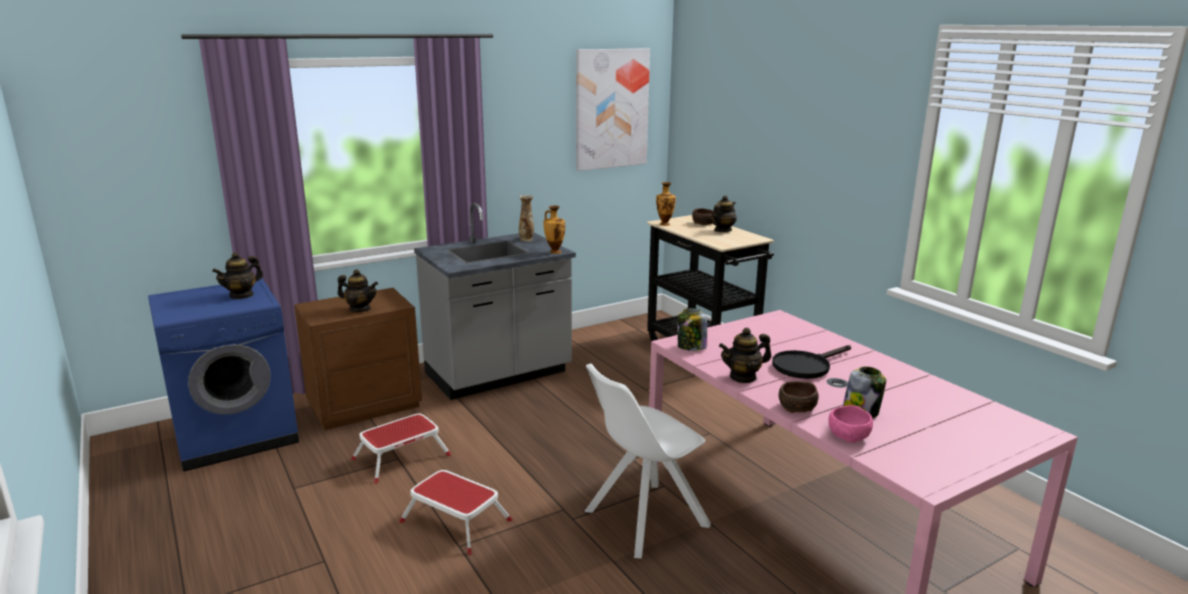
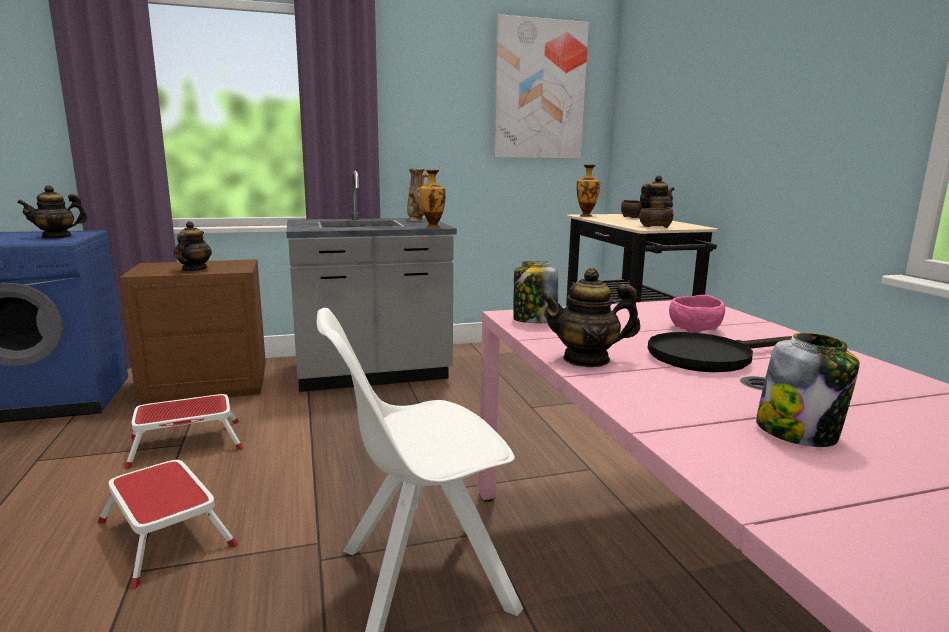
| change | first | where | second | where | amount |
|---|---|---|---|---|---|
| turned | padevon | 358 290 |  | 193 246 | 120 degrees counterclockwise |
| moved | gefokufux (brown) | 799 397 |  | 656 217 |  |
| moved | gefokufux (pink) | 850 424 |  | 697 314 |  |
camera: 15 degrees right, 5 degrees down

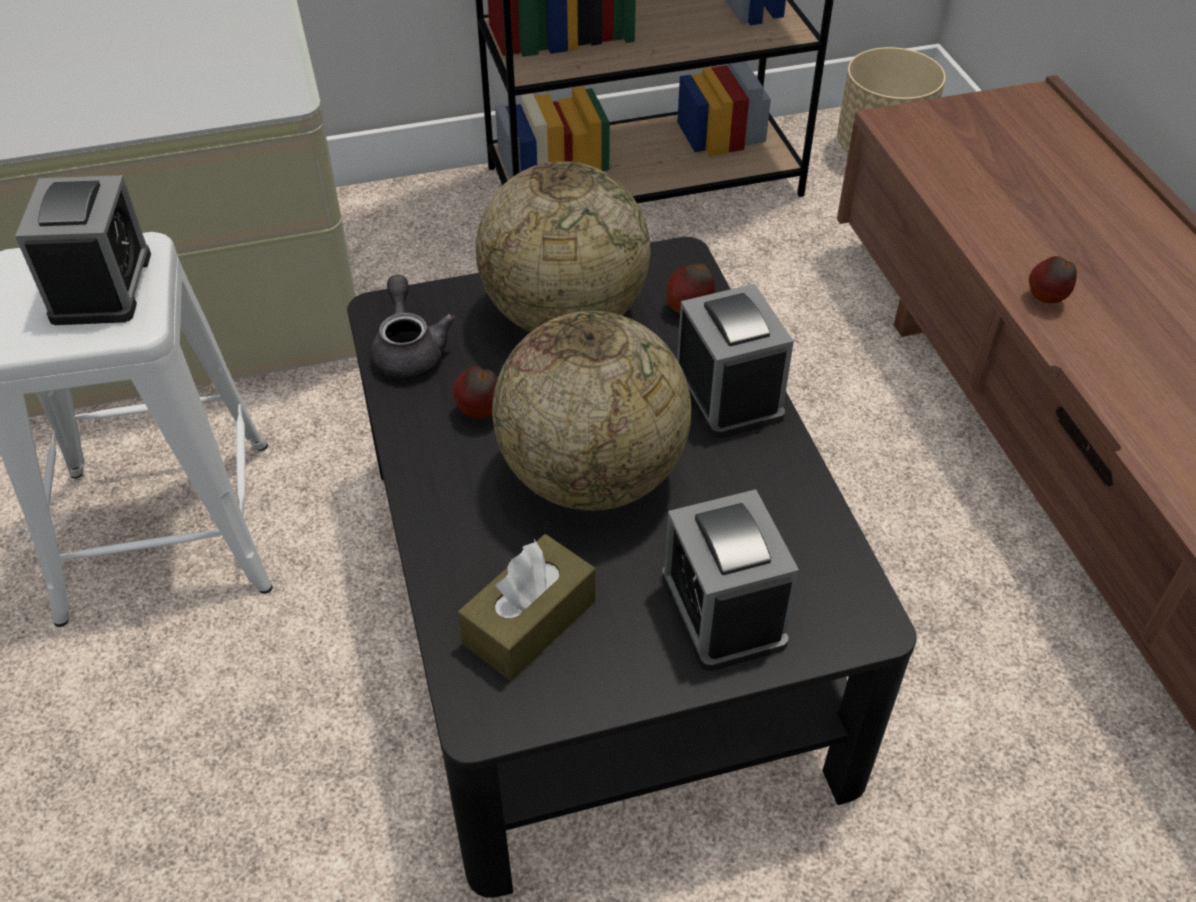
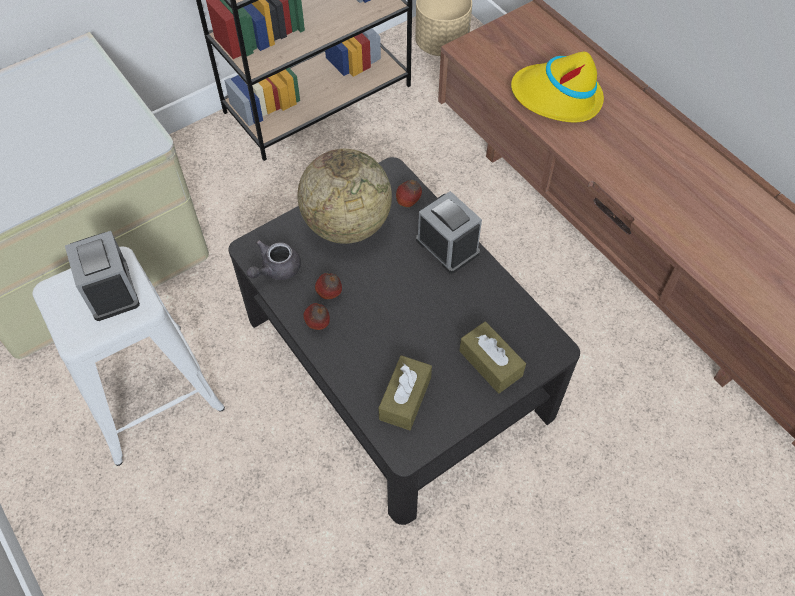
| change | first | where | second | where | amount |
|---|---|---|---|---|---|
| turned | padevon (grey) | 413 327 |  | 274 260 | 105 degrees counterclockwise |
| removed | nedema | 591 411 |  |  |  |
| replaced | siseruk | 730 580 | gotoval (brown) | 492 357 |  |
| moved | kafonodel | 1053 279 |  | 316 316 |  |
| added |  |  | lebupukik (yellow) | 557 87 |  |
camera: 20 degrees left, 10 degrees up

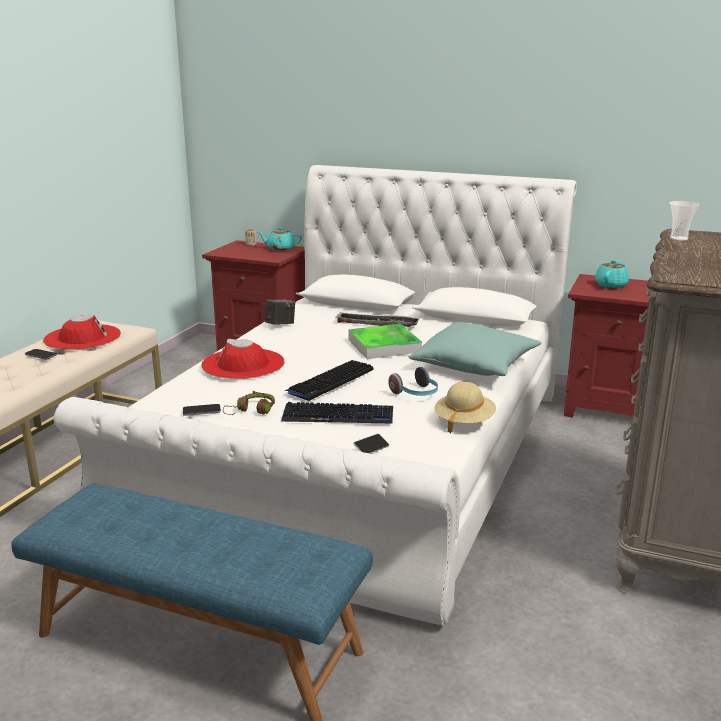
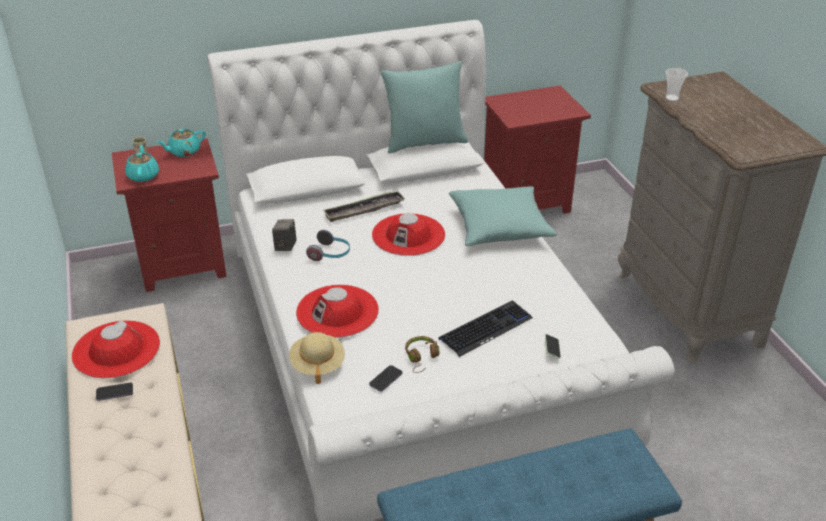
| change | first | where | second | where | amount |
|---|---|---|---|---|---|
| removed | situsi | 329 380 |  |  |  |
| replaced | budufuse | 385 341 | lebupukik (red) | 408 234 |  |
| moved | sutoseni | 413 381 |  | 328 245 |  |
| moved | lebupukik (beige) | 465 408 |  | 317 358 |  |
| moved | padevon (turquoise) | 612 274 |  | 142 163 |  |
| added |  |  | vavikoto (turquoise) | 424 107 |  |
camera: 40 degrees left, 15 degrees up

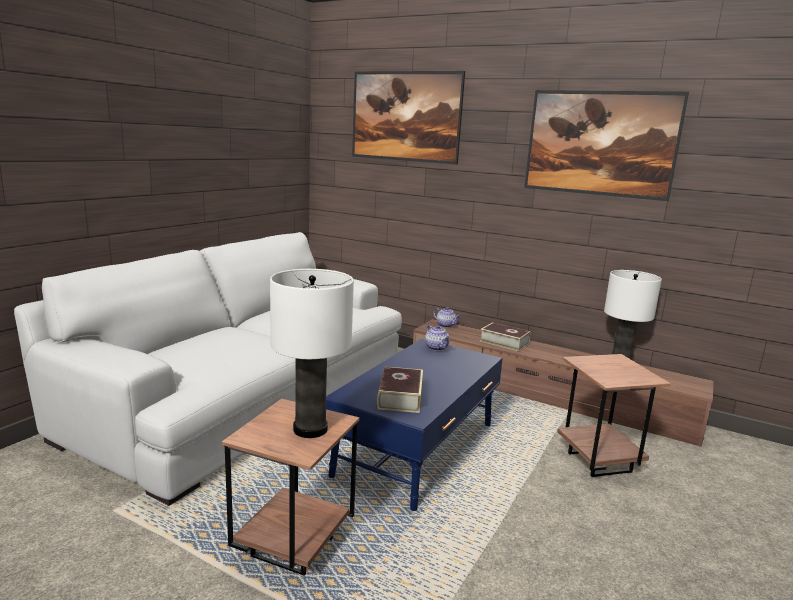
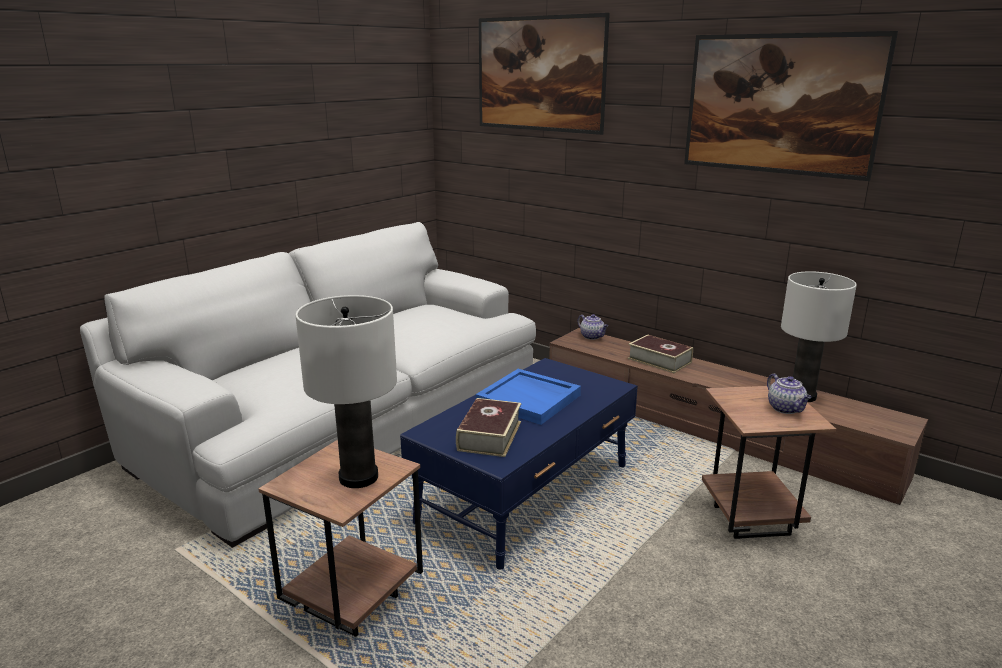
| change | first | where | second | where | amount |
|---|---|---|---|---|---|
| moved | padevon | 437 338 |  | 789 394 |  |
| added |  |  | budufuse (blue) | 528 397 |  |
camera: 10 degrees right, 5 degrees up

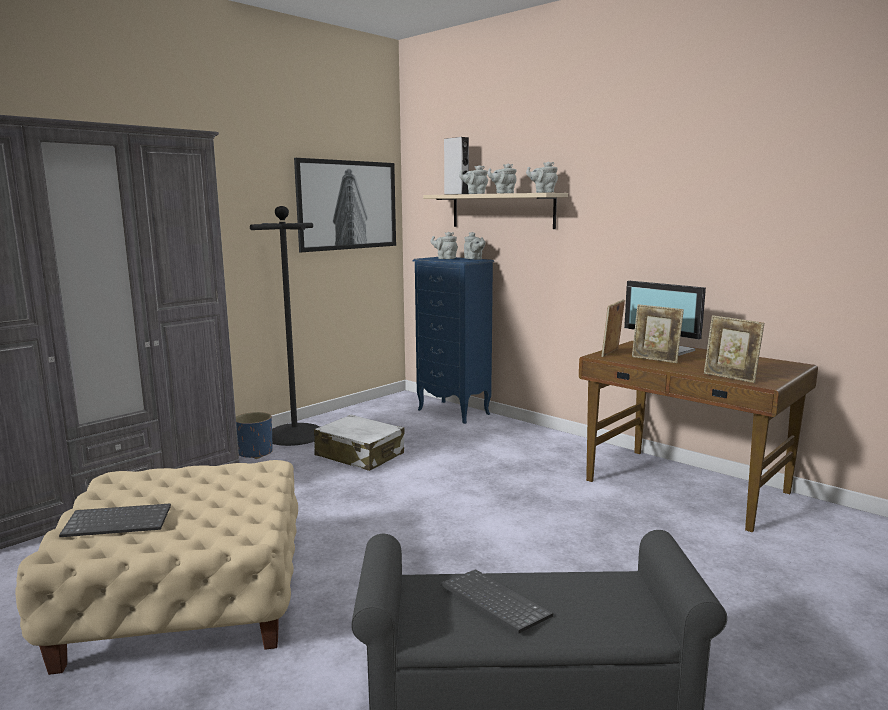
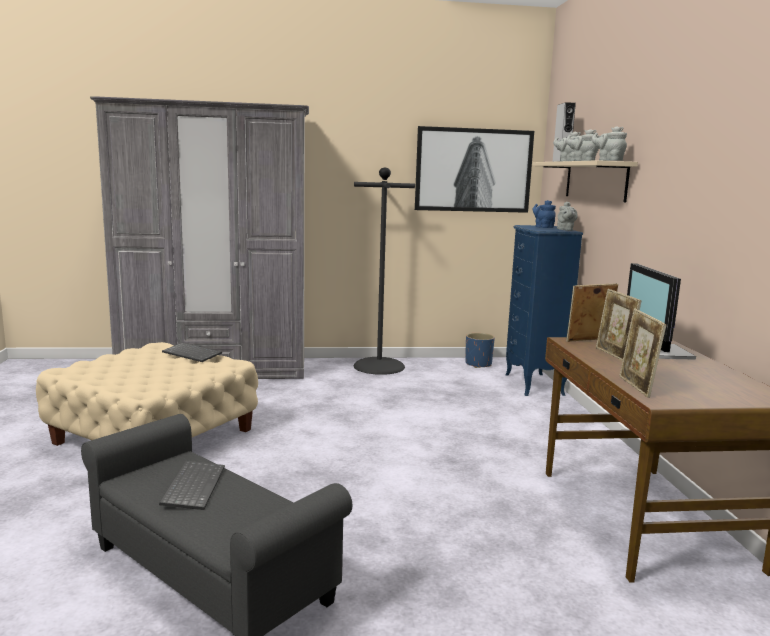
| change | first | where | second | where | amount |
|---|---|---|---|---|---|
| moved | situsi | 115 520 |  | 192 352 |  |
| moved | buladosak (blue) | 254 435 |  | 480 350 |  |
| removed | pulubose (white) | 359 442 |  |  |  |
| recoloured | padevon (grey) | 444 245 | padevon (blue) | 544 214 |  |
camera: 40 degrees right, 0 degrees up

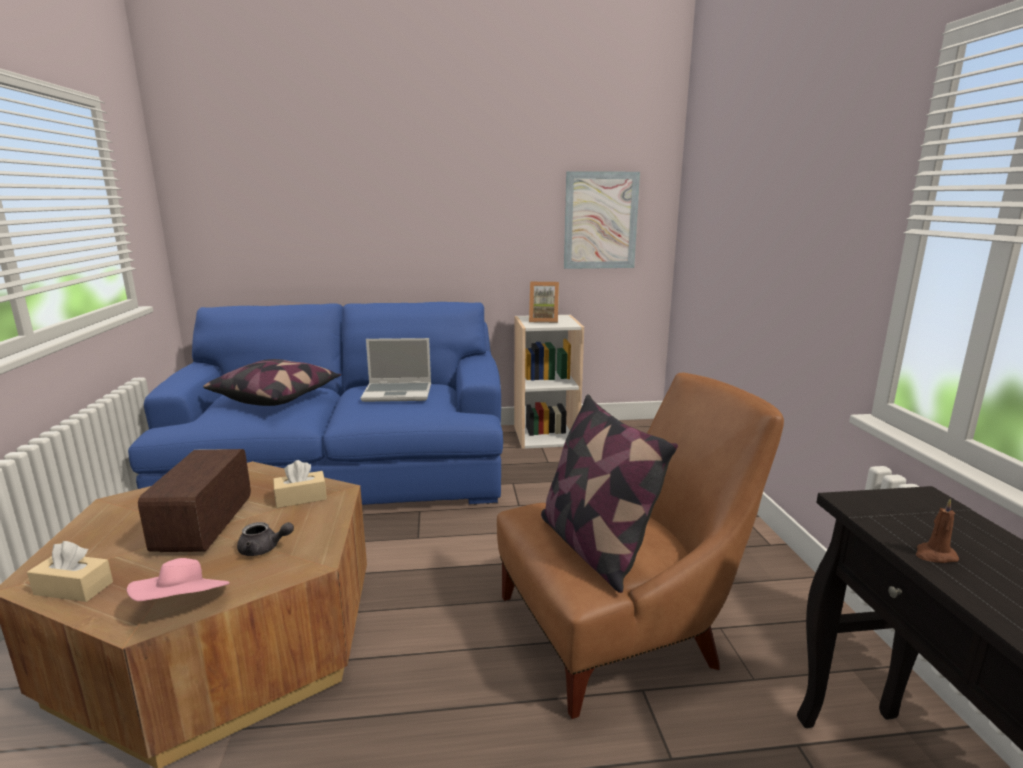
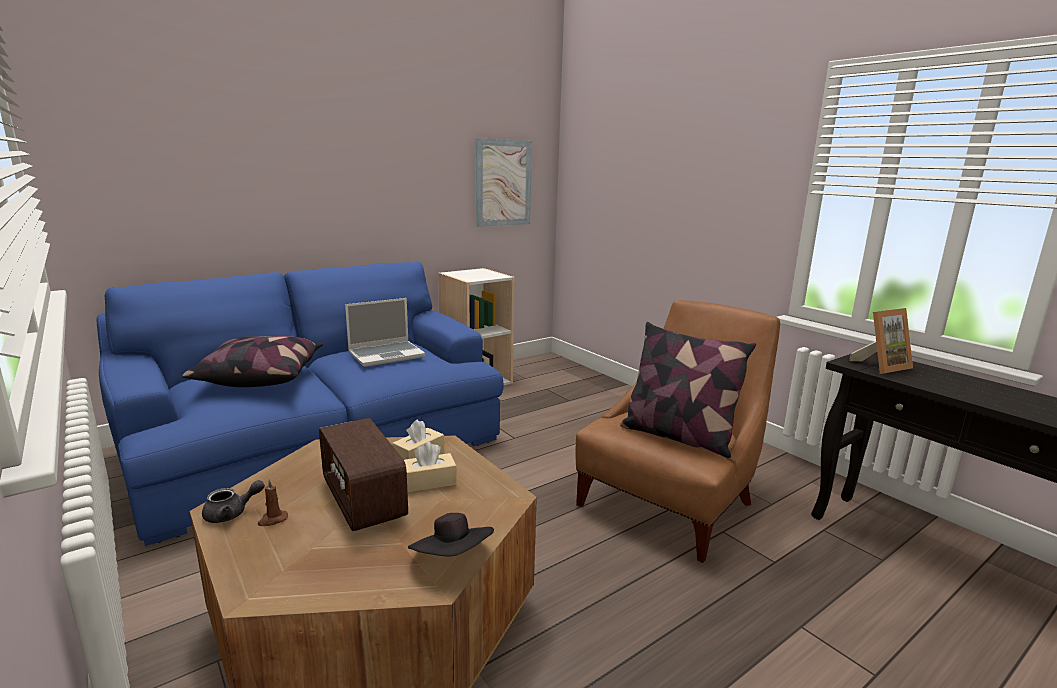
| change | first | where | second | where | amount |
|---|---|---|---|---|---|
| moved | gotoval (beige) | 70 571 |  | 430 467 |  |
| recoloured | lebupukik (pink) | 178 579 | lebupukik (black) | 451 534 |  |
| moved | padevon (grey) | 265 539 |  | 233 501 |  |
| moved | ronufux | 544 302 |  | 881 340 |  |
| moved | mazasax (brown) | 937 531 |  | 273 502 |  |
camera: 30 degrees left, 0 degrees up

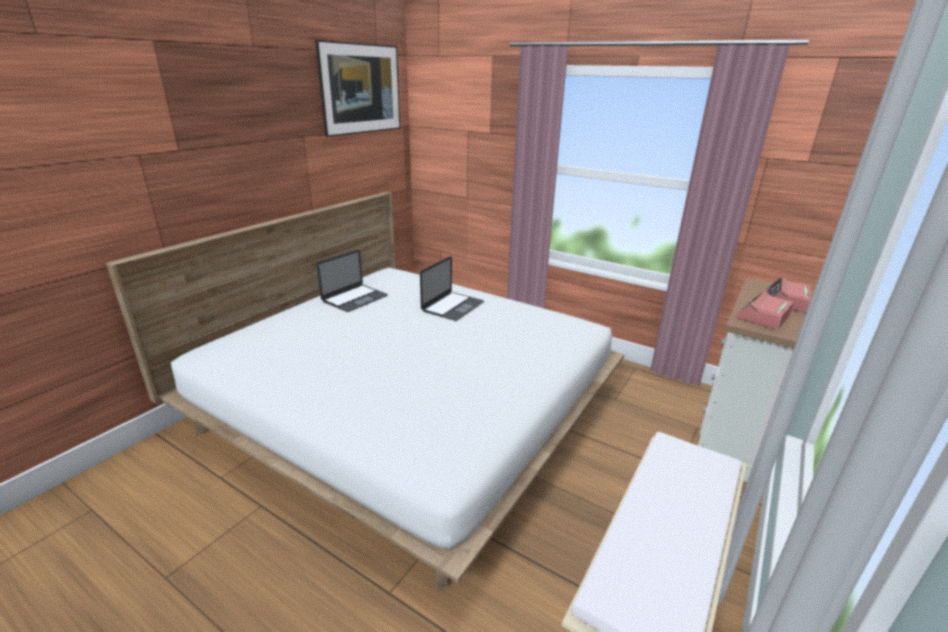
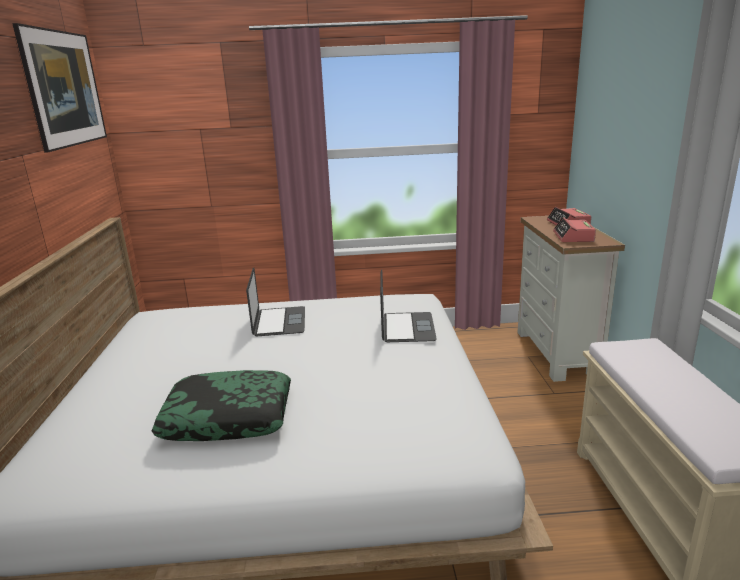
| change | first | where | second | where | amount |
|---|---|---|---|---|---|
| moved | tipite | 352 281 |  | 408 306 |  |
| added |  |  | vavikoto | 221 405 |  |
camera: 35 degrees left, 5 degrees down

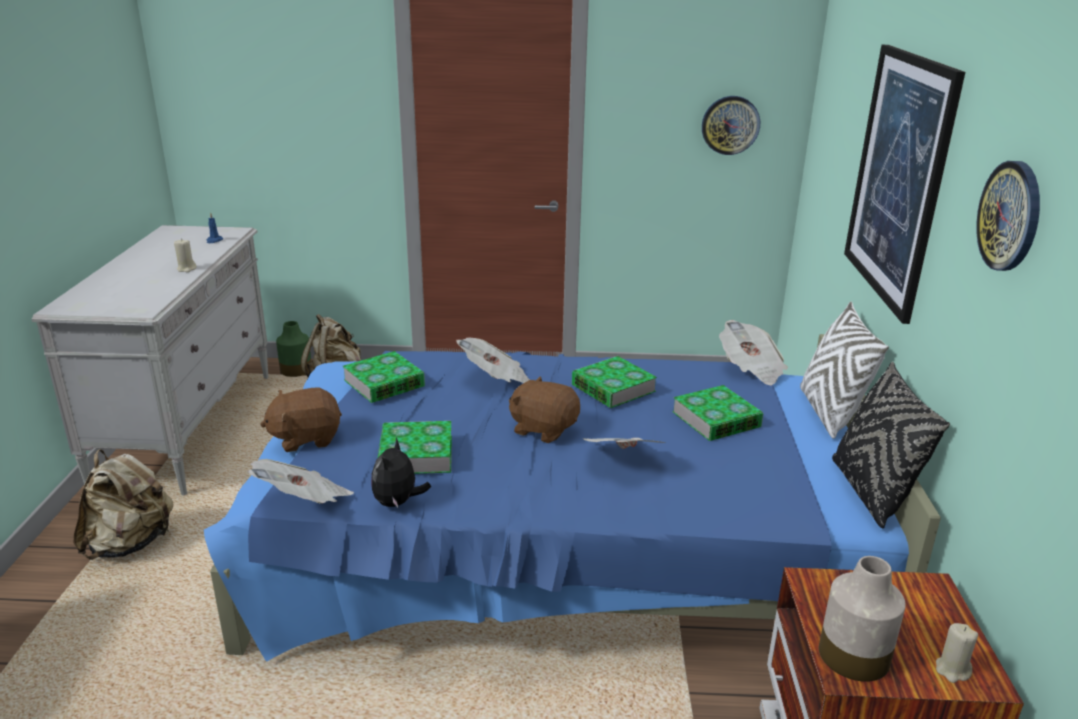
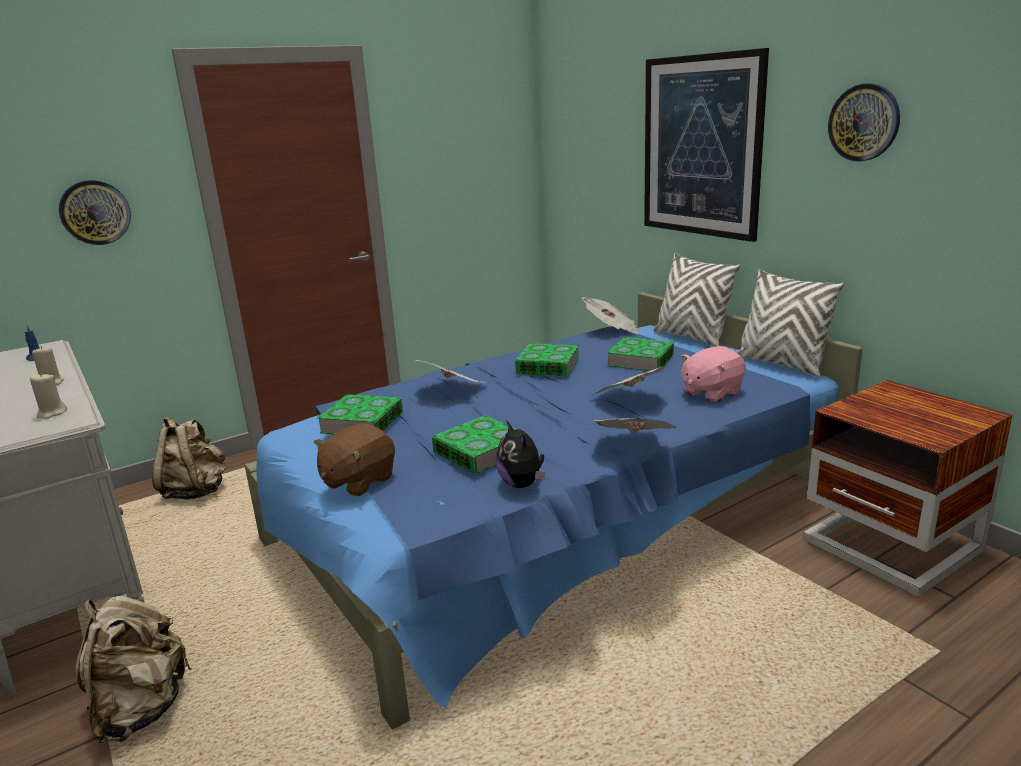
| change | first | where | second | where | amount |
|---|---|---|---|---|---|
| moved | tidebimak | 300 481 |  | 633 425 |  |
| removed | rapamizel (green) | 294 349 |  |  |  |
| removed | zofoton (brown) | 544 409 |  |  |  |
| moved | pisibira | 731 125 |  | 95 212 |  |
| removed | rapamizel (beige) | 862 619 |  |  |  |
| recoloured | vavikoto (black) | 891 445 | vavikoto (white) | 790 322 |  |
| moved | mazasax (beige) | 957 653 |  | 48 396 |  |
| added |  |  | zofoton (pink) | 713 374 |  |
camera: 35 degrees left, 5 degrees down

